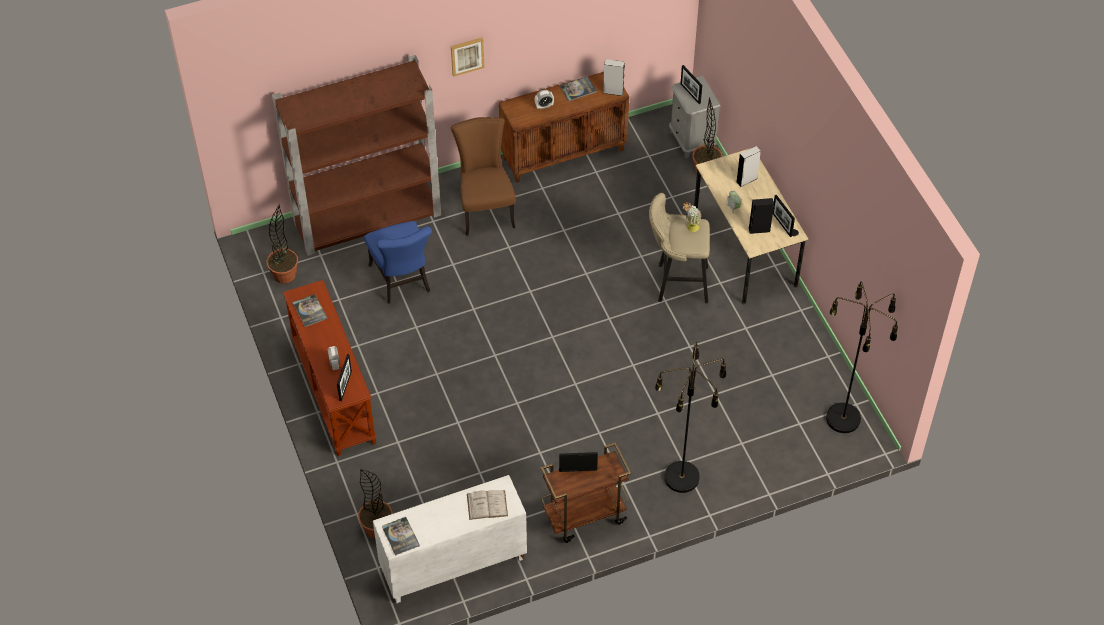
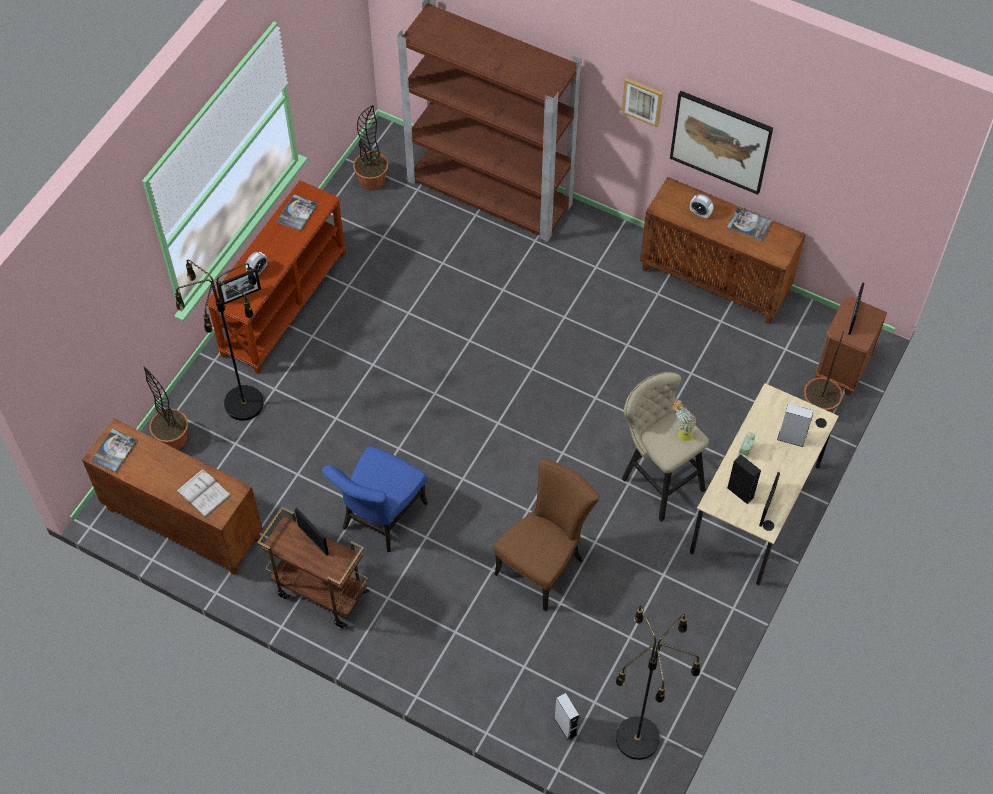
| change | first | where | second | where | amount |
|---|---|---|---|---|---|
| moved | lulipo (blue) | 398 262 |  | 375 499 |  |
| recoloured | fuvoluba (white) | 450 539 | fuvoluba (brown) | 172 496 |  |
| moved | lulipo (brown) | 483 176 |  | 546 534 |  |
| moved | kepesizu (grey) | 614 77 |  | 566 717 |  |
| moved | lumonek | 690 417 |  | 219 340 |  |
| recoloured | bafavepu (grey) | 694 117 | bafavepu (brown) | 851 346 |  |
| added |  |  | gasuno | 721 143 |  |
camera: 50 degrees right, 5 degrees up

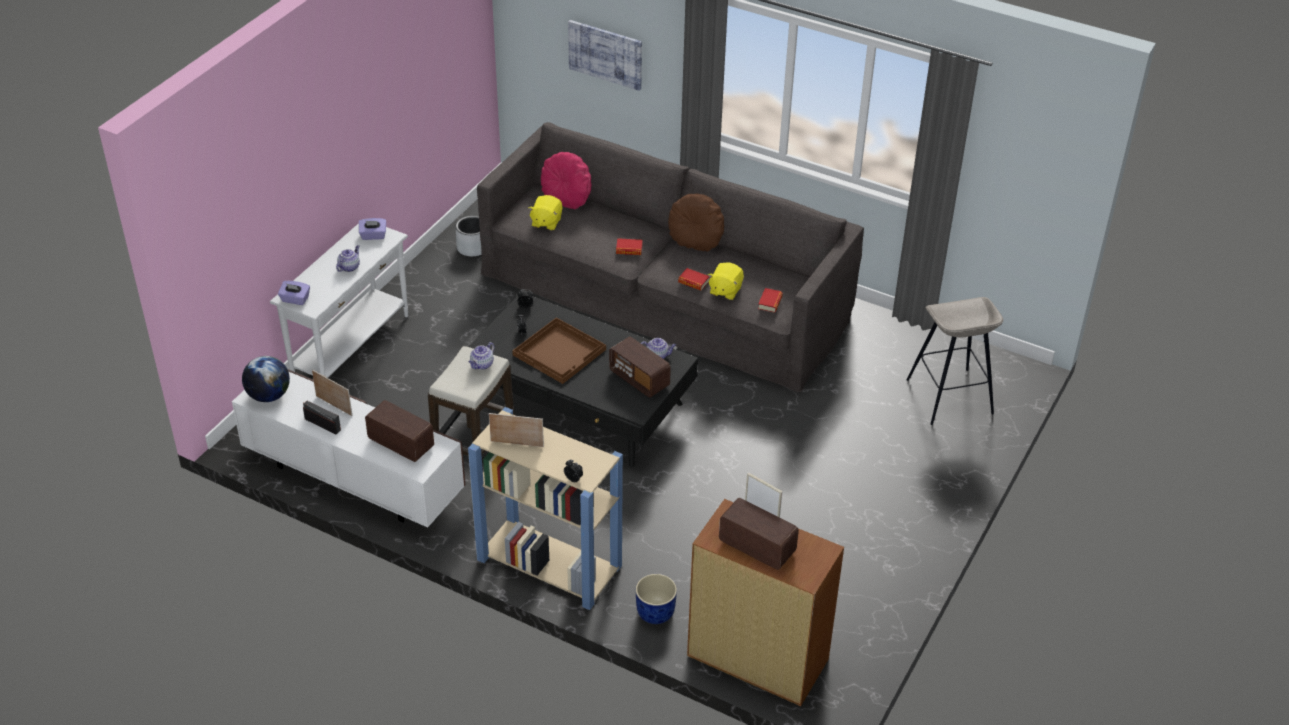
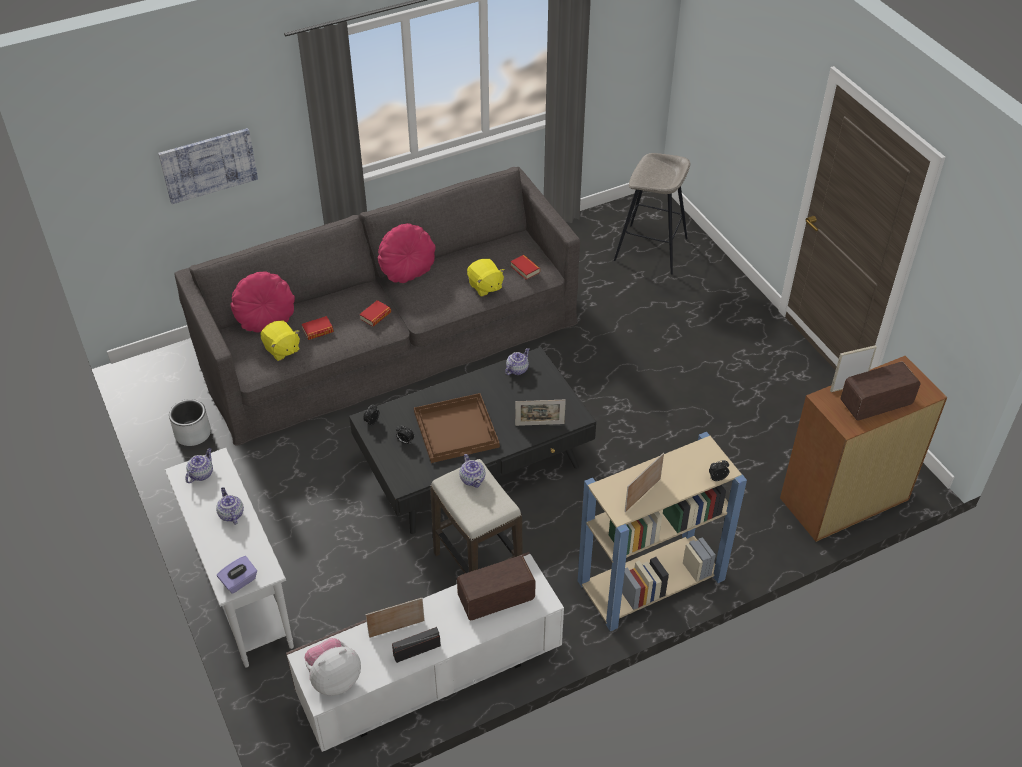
| change | first | where | second | where | amount |
|---|---|---|---|---|---|
| replaced | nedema | 266 379 | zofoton | 333 666 |  |
| replaced | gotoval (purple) | 372 229 | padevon | 199 465 |  |
| removed | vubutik | 640 367 |  |  |  |
| removed | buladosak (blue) | 656 599 |  |  |  |
| recoloured | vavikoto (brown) | 696 222 | vavikoto (pink) | 407 253 |  |
| moved | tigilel | 693 279 |  | 318 328 |  |
| added |  |  | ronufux | 540 413 |  |
camera: 55 degrees left, 5 degrees up

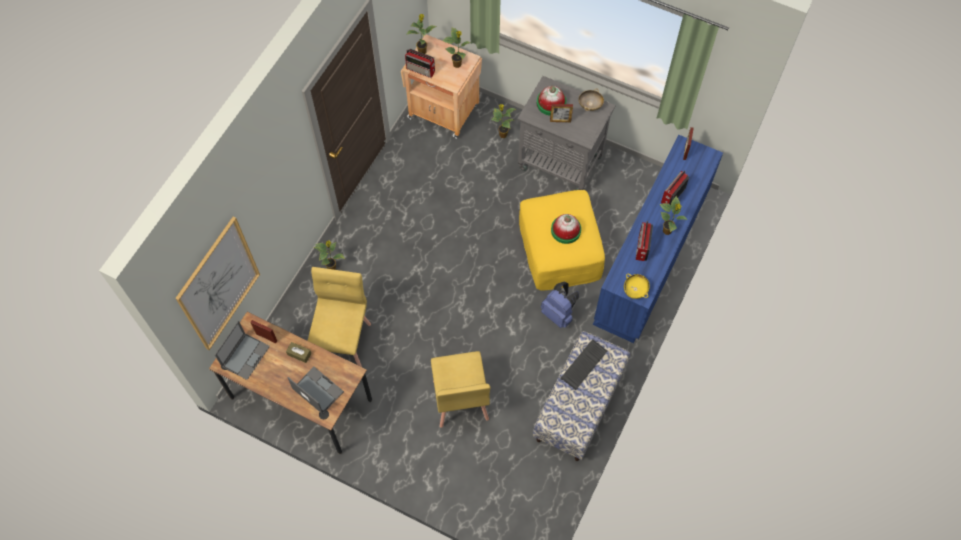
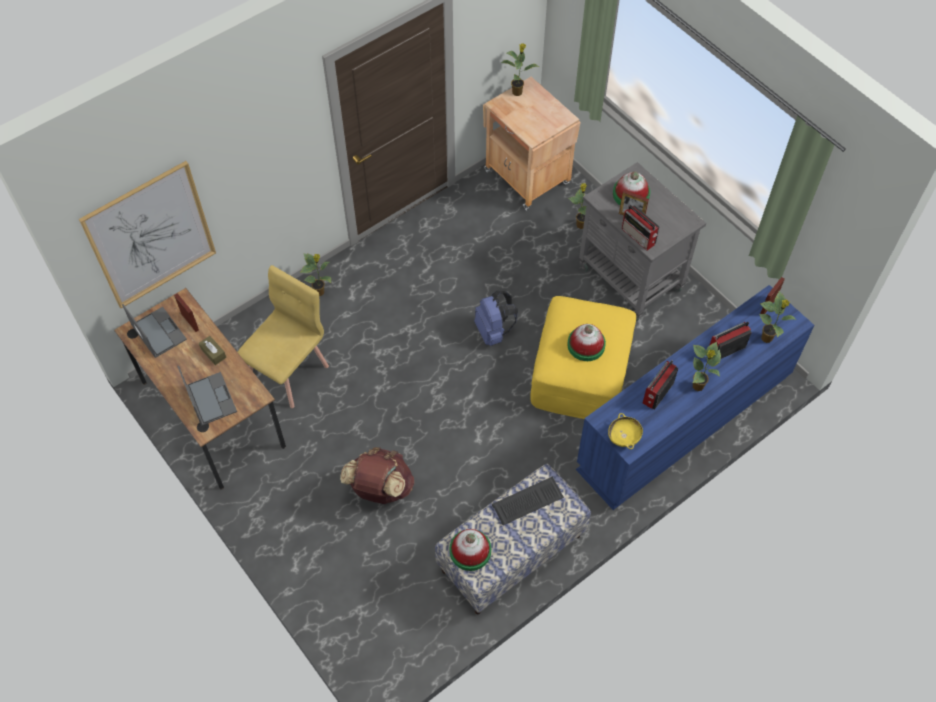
| change | first | where | second | where | amount |
|---|---|---|---|---|---|
| turned | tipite | 242 350 |  | 154 331 | 90 degrees counterclockwise |
| moved | vubutik | 420 63 |  | 641 227 |  |
| replaced | lulipo (yellow) | 460 389 | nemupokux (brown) | 377 475 |  |
| moved | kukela | 456 47 |  | 777 317 |  |
| moved | nemupokux (blue) | 560 305 |  | 496 318 |  |
| removed | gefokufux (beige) | 591 100 |  |  |  |
| added |  |  | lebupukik | 470 550 |  |
camera: 25 degrees right, 5 degrees down

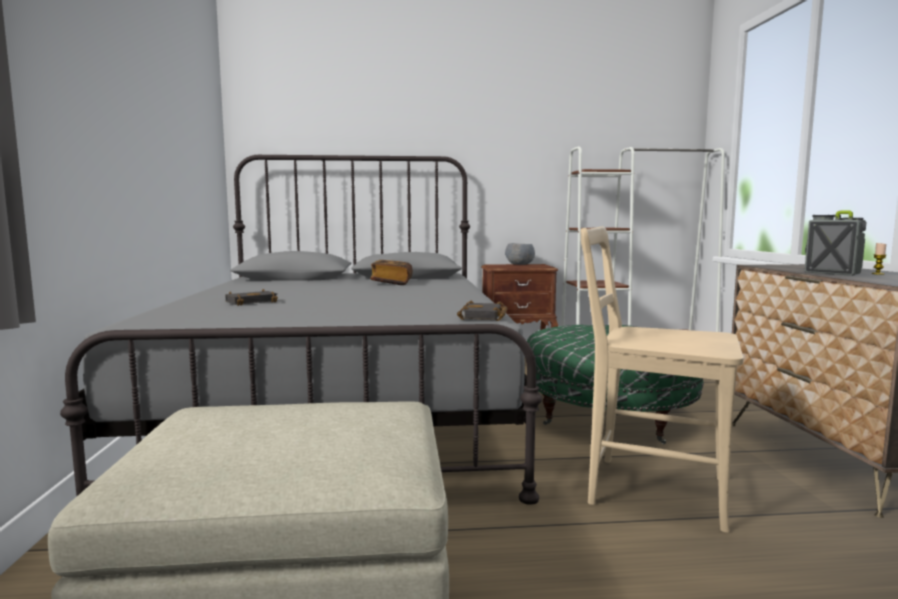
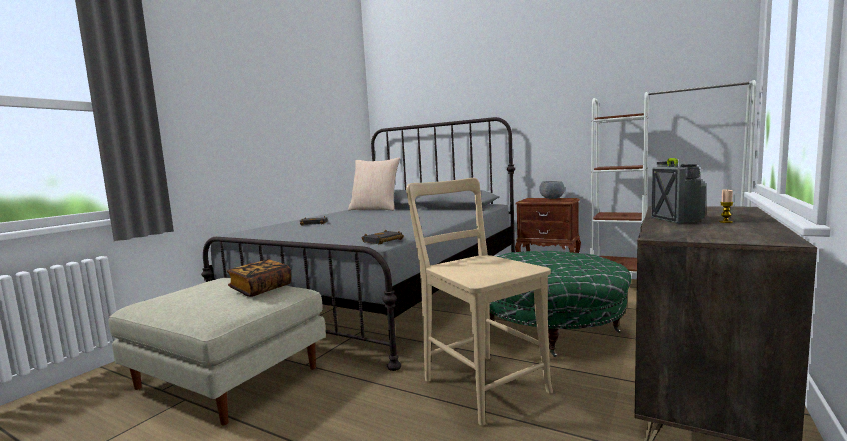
| change | first | where | second | where | amount |
|---|---|---|---|---|---|
| moved | tigilel | 391 272 |  | 258 278 |  |
| added |  |  | vavikoto (beige) | 374 184 |  |
camera: 35 degrees right, 0 degrees up

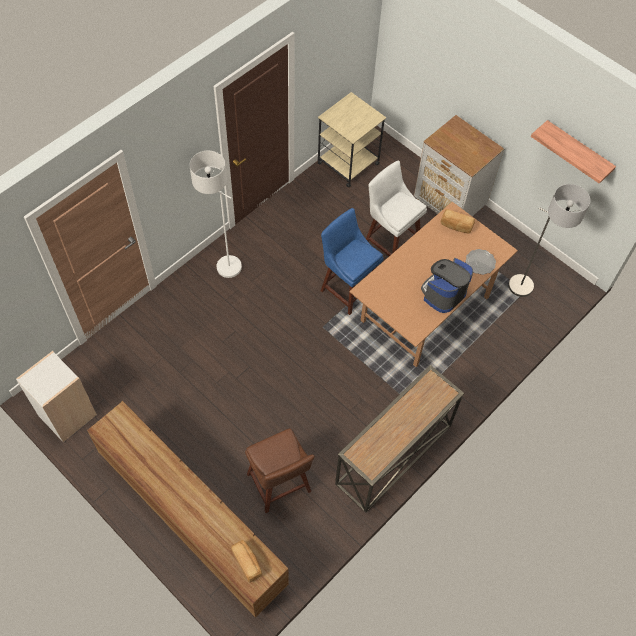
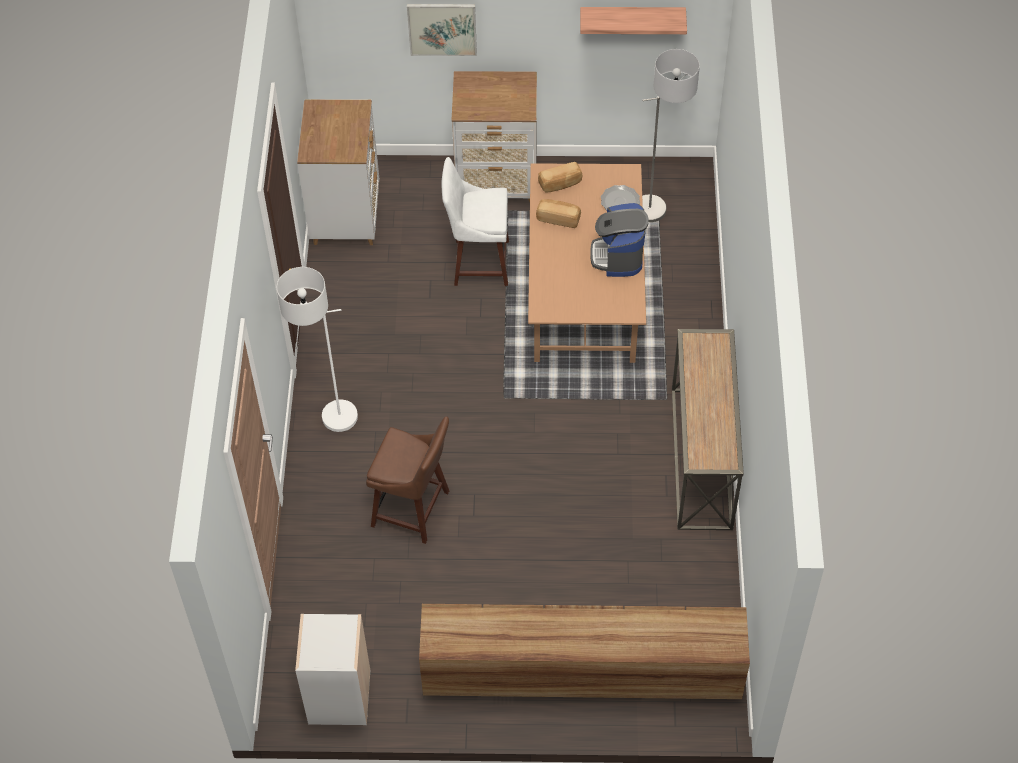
| change | first | where | second | where | amount |
|---|---|---|---|---|---|
| moved | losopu | 246 561 |  | 558 213 |  |
| moved | lulipo (brown) | 280 470 |  | 407 480 |  |
| replaced | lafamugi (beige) | 351 139 | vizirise | 338 172 |  |
| removed | lulipo (blue) | 352 261 |  |  |  |
| added |  |  | gasuno | 442 30 |  |
camera: 40 degrees left, 5 degrees down

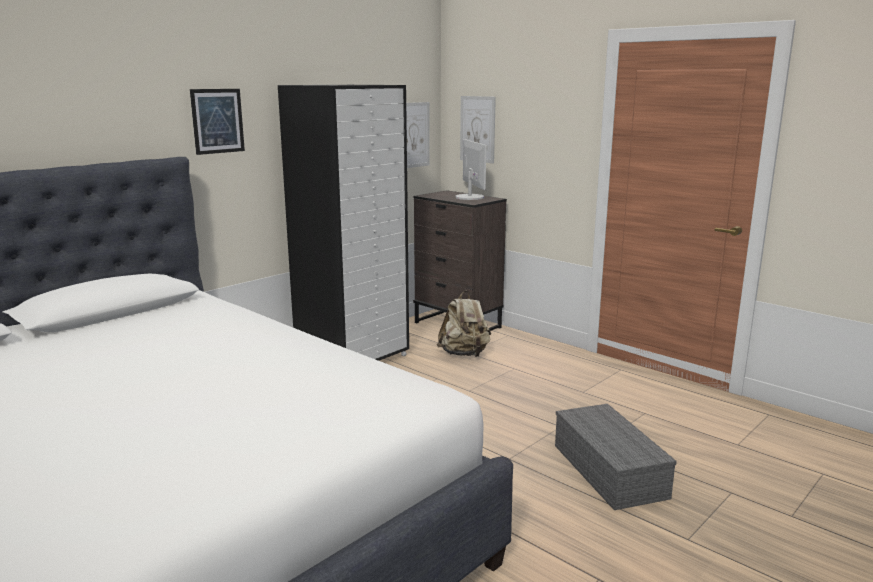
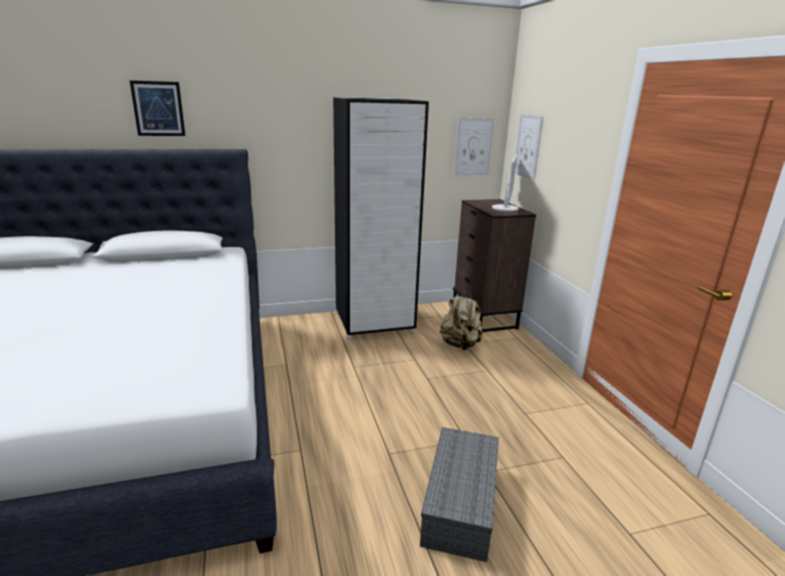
| change | first | where | second | where | amount |
|---|---|---|---|---|---|
| moved | gasuno | 217 122 |  | 157 108 |  |
camera: 30 degrees right, 5 degrees up

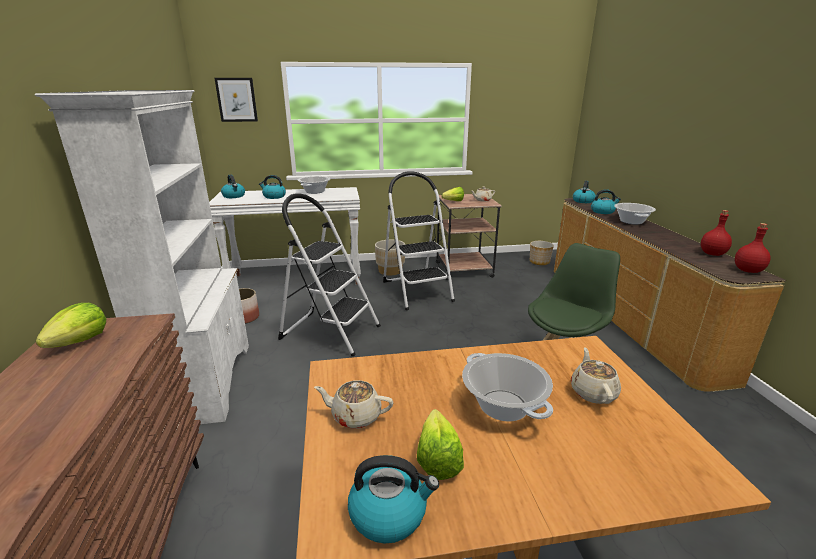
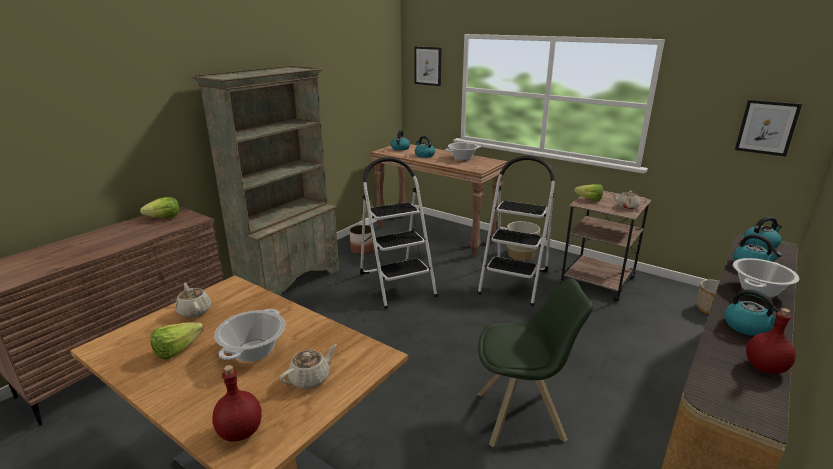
| change | first | where | second | where | amount |
|---|---|---|---|---|---|
| recoloured | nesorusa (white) | 142 257 | nesorusa (green) | 265 181 |  |
| recoloured | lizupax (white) | 285 236 | lizupax (brown) | 439 200 |  |
| moved | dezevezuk | 393 499 |  | 752 312 |  |
| moved | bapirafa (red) | 752 248 |  | 237 403 |  |
| added |  |  | gasuno | 768 128 |  |
camera: 45 degrees right, 0 degrees up

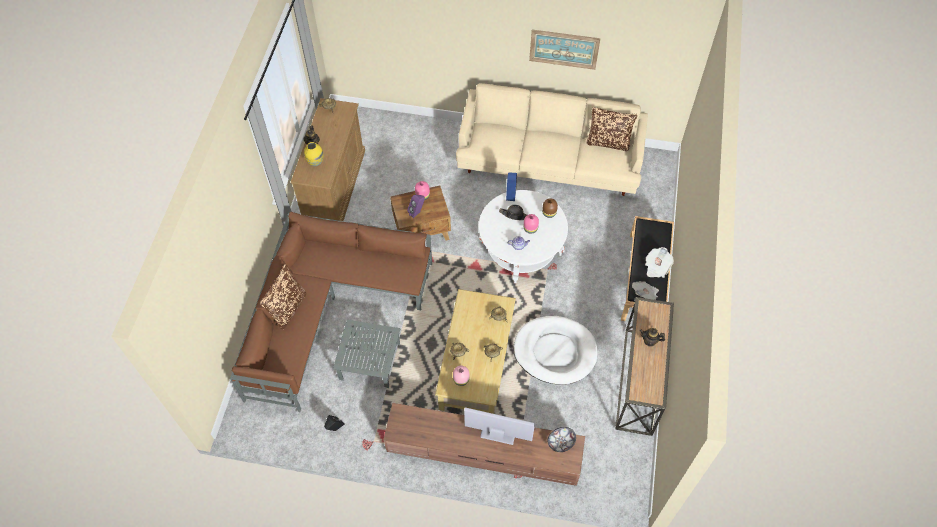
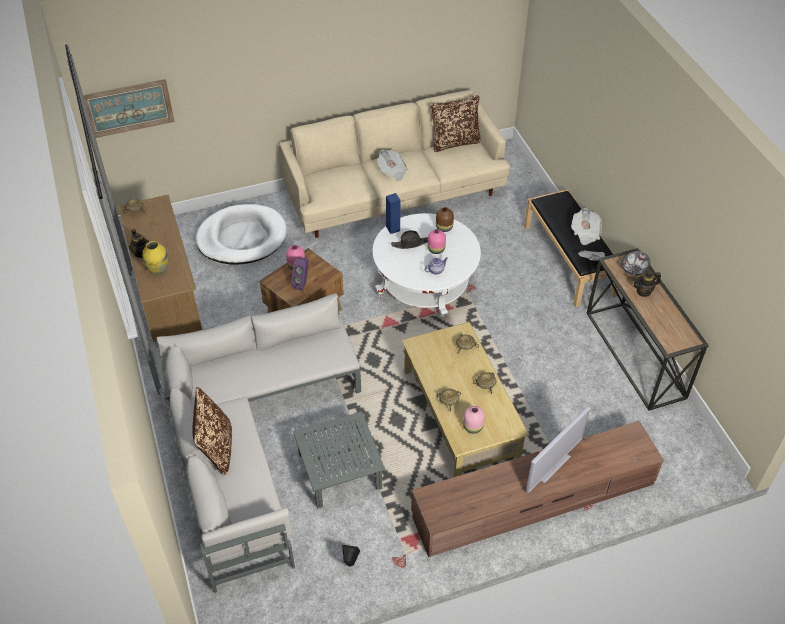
| change | first | where | second | where | amount |
|---|---|---|---|---|---|
| recoloured | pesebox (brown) | 331 312 | pesebox (white) | 268 443 |  |
| turned | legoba | 499 426 |  | 558 449 | 150 degrees clockwise |
| moved | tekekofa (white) | 555 350 |  | 241 234 |  |
| moved | gasuno | 565 50 |  | 129 108 |  |
| moved | gefokufux | 562 439 |  | 635 263 |  |
| added |  |  | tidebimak | 392 165 |  |
camera: 30 degrees left, 10 degrees down

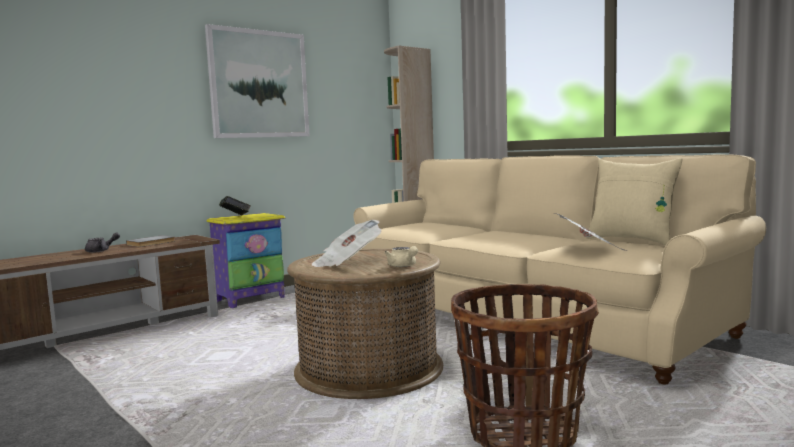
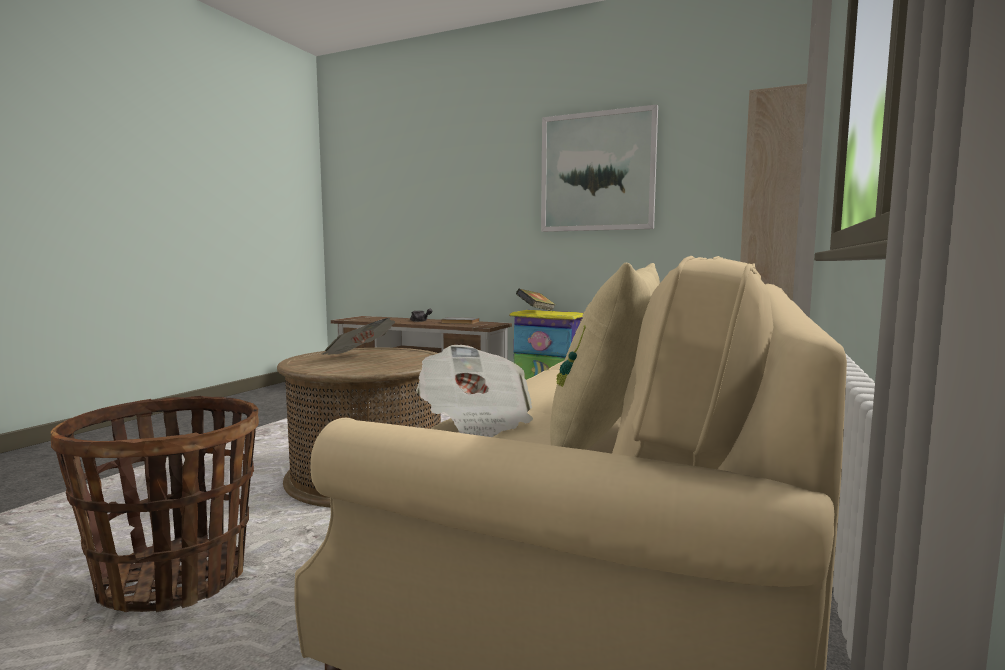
| change | first | where | second | where | amount |
|---|---|---|---|---|---|
| removed | padevon (beige) | 401 256 |  |  |  |
camera: 65 degrees right, 0 degrees up

